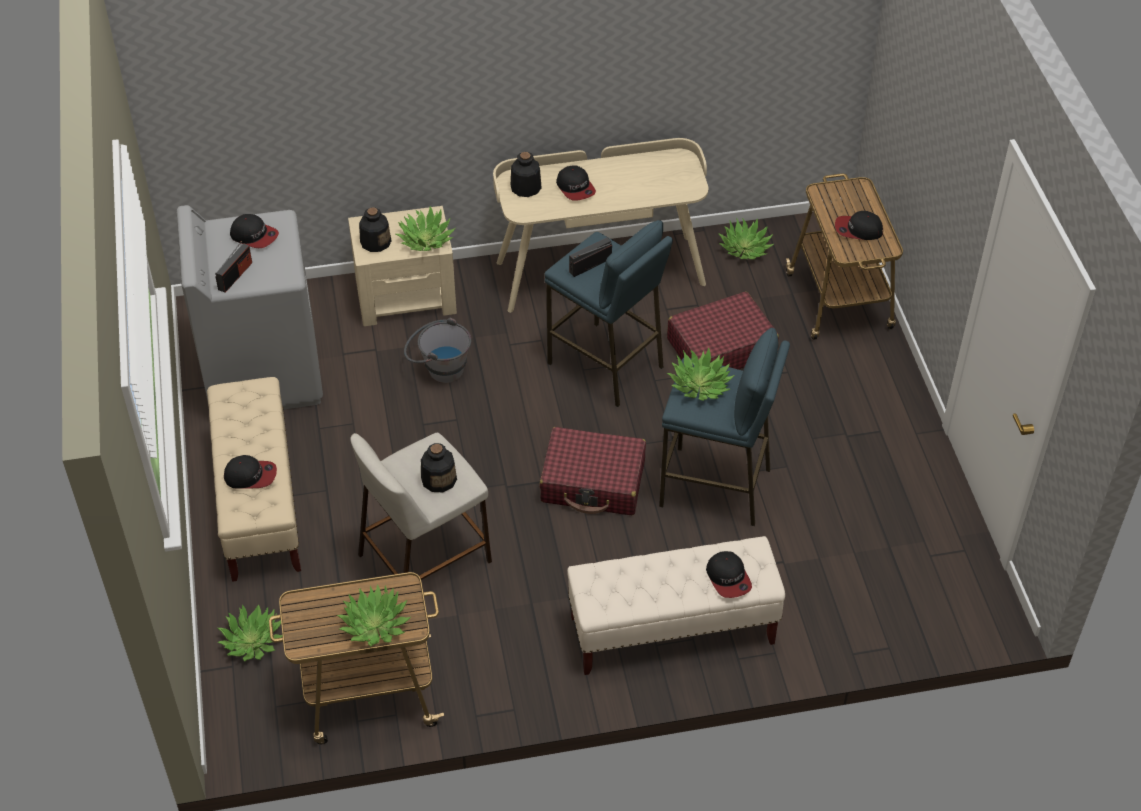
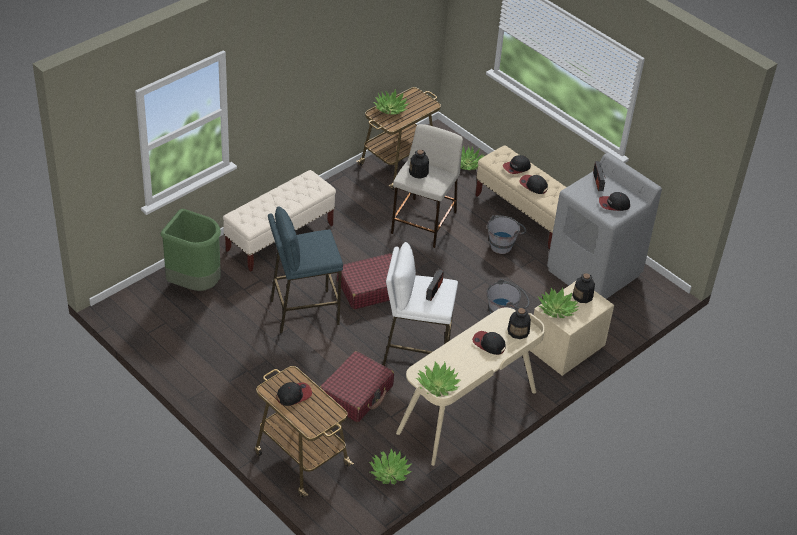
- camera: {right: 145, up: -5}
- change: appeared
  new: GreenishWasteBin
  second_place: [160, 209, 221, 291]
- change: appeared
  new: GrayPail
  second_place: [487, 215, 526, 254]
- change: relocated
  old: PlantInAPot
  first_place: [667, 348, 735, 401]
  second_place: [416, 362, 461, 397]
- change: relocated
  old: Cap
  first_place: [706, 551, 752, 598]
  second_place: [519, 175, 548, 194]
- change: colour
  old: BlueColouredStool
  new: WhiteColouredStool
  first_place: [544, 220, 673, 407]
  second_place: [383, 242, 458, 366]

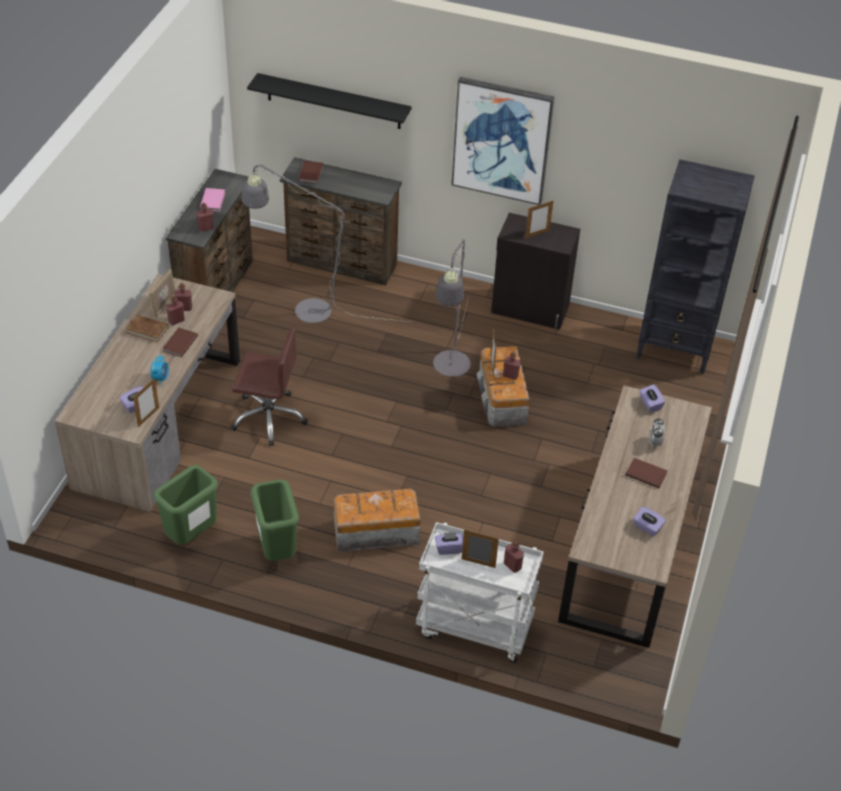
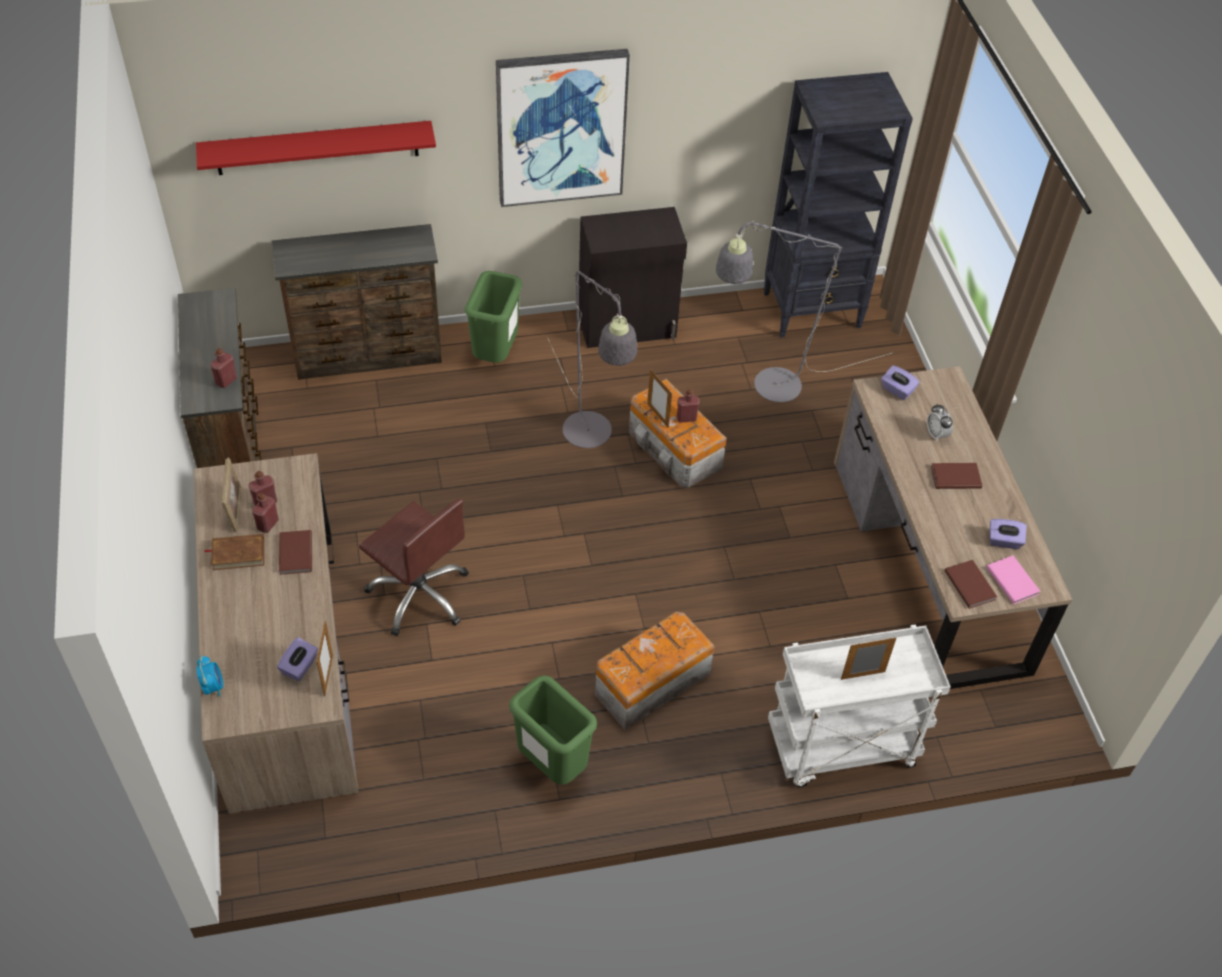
- camera: {right: -30, up: 5}
- change: missing
  old: PurpleBoxOfTissues
  first_place: [435, 532, 463, 555]
- change: missing
  old: ReddishBeverageBottle
  first_place: [504, 541, 524, 573]
- change: missing
  old: PictureFrame
  first_place: [525, 201, 553, 238]
- change: relocated
  old: AlarmClock
  first_place: [150, 355, 169, 385]
  second_place: [197, 655, 223, 697]
- change: relocated
  old: GreenishWasteBin
  first_place: [153, 465, 218, 545]
  second_place: [464, 271, 522, 363]
- change: relocated
  old: PinkishBoundBook
  first_place: [200, 188, 225, 211]
  second_place: [986, 555, 1040, 604]
- change: relocated
  old: GrayFloorLamp
  first_place: [242, 164, 409, 323]
  second_place: [716, 221, 892, 402]
- change: relocated
  old: BrownishBoundBook
  first_place: [298, 161, 323, 184]
  second_place: [944, 560, 997, 609]
- change: colour
  old: BlackColouredShelf
  new: ReddishShelf
  first_place: [247, 73, 412, 129]
  second_place: [196, 121, 436, 175]
- change: spun
  old: BrownishDeskChair
  first_place: [231, 326, 308, 446]
  second_place: [359, 498, 468, 636]
  degrees: 60

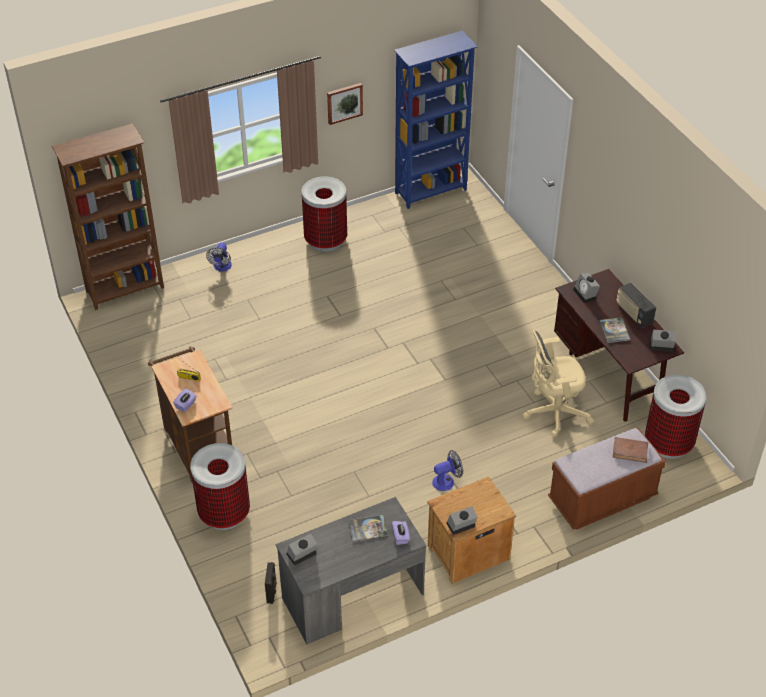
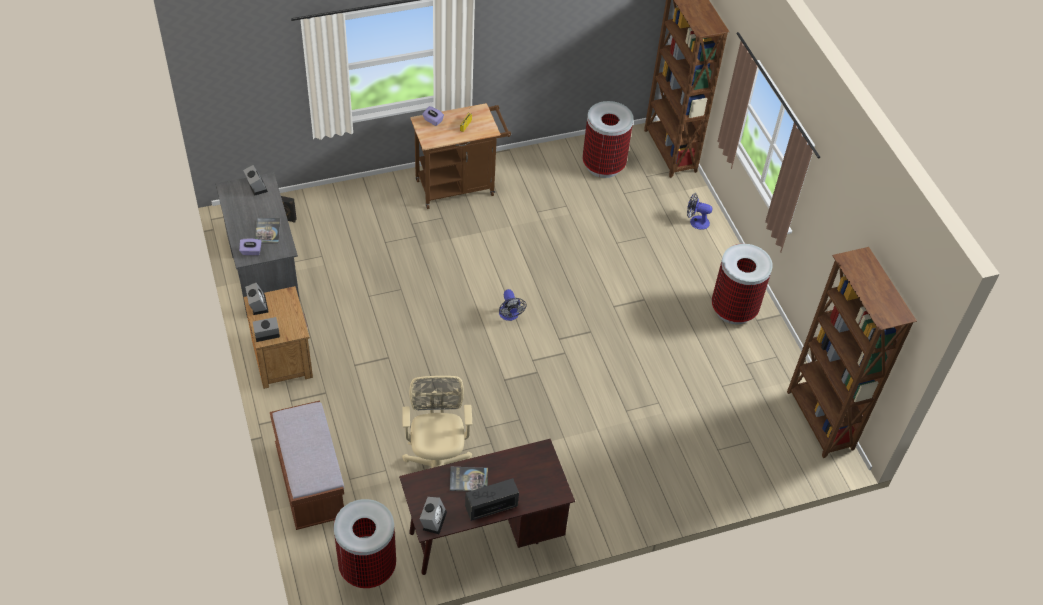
- camera: {right: 95, up: 5}
- change: missing
  old: Picture
  first_place: [327, 83, 363, 125]
- change: missing
  old: BrownishBoundBook
  first_place: [612, 437, 648, 463]
- change: relocated
  old: WasteBin
  first_place: [190, 443, 250, 530]
  second_place: [583, 101, 633, 178]
- change: relocated
  old: ElectricFan
  first_place: [432, 450, 463, 491]
  second_place: [499, 289, 527, 321]
- change: relocated
  old: AlarmClock
  first_place: [573, 273, 600, 303]
  second_place: [253, 317, 280, 342]
- change: colour
  old: BlueColouredShelvingUnit
  new: BrownishShelvingUnit
  first_place: [394, 31, 478, 209]
  second_place: [787, 247, 917, 458]

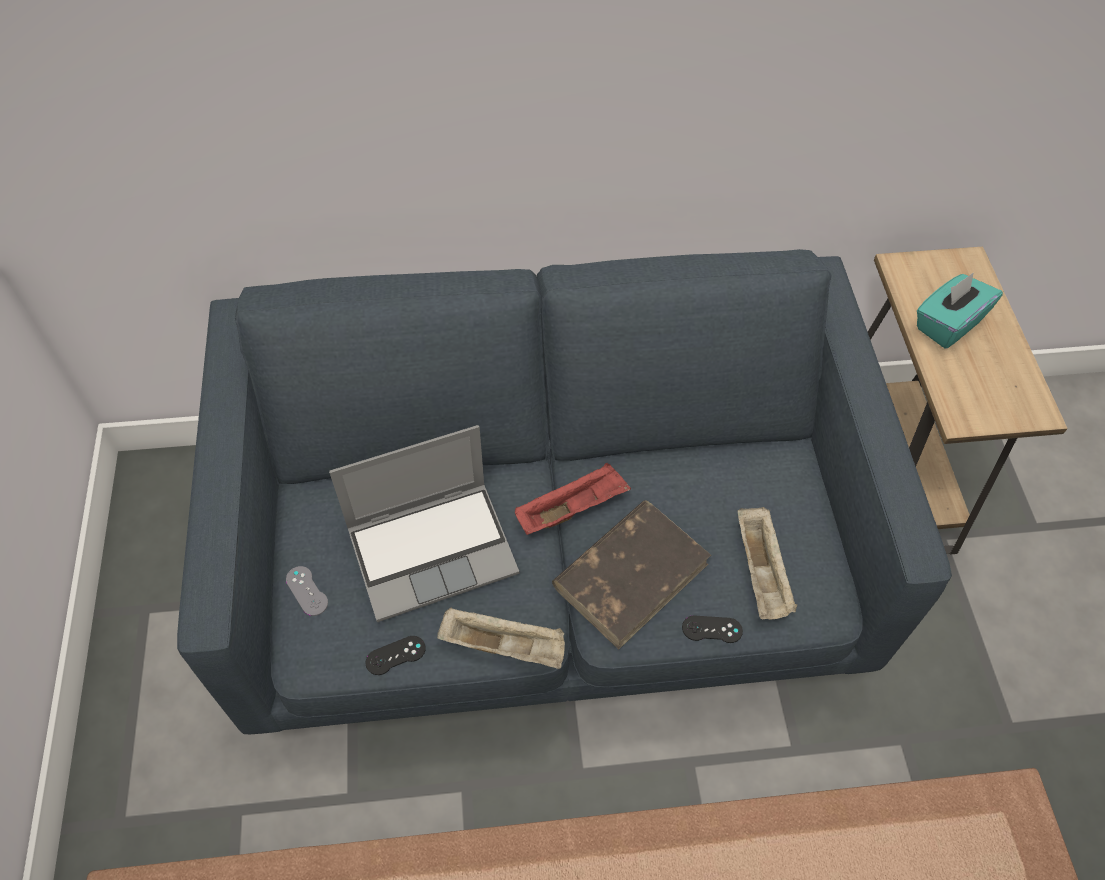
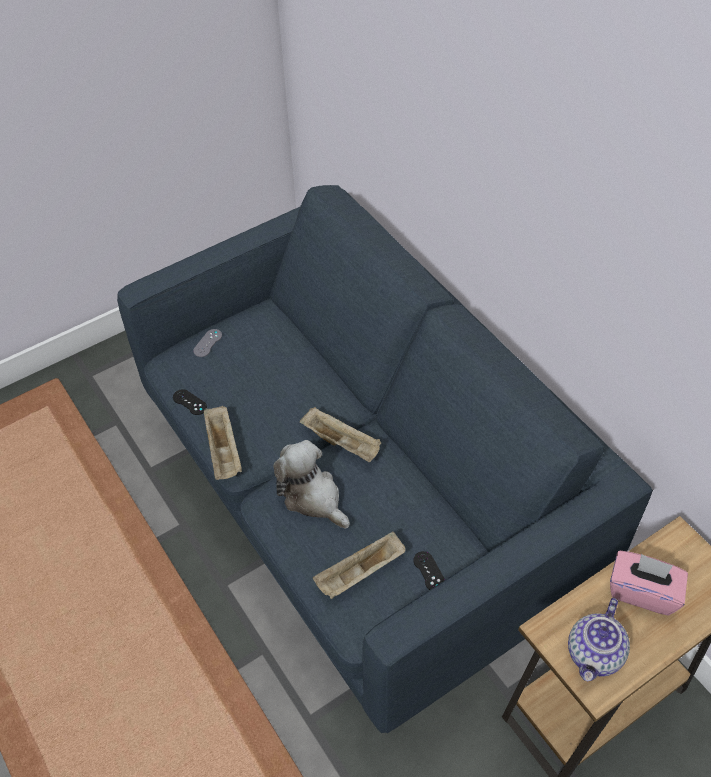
- camera: {right: 65, up: -5}
- change: missing
  old: NotebookComputer
  first_place: [329, 425, 519, 622]
- change: appeared
  new: Teapot
  second_place: [568, 598, 630, 682]
- change: relocated
  old: BlackColouredGamepad
  first_place: [682, 615, 743, 643]
  second_place: [413, 551, 445, 590]
- change: exchanged
  old: BrownishBoundBook
  new: SoftToy
  first_place: [552, 500, 711, 650]
  second_place: [273, 440, 350, 529]
- change: colour
  old: ReddishTray
  new: BeigeColouredTray
  first_place: [515, 463, 631, 535]
  second_place: [300, 407, 381, 462]
- change: colour
  old: BlueGreenBoxOfTissues
  new: PinkishBoxOfTissues
  first_place: [917, 272, 1003, 349]
  second_place: [610, 551, 688, 616]

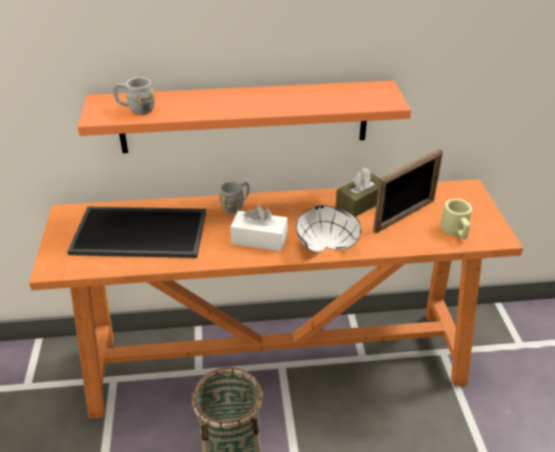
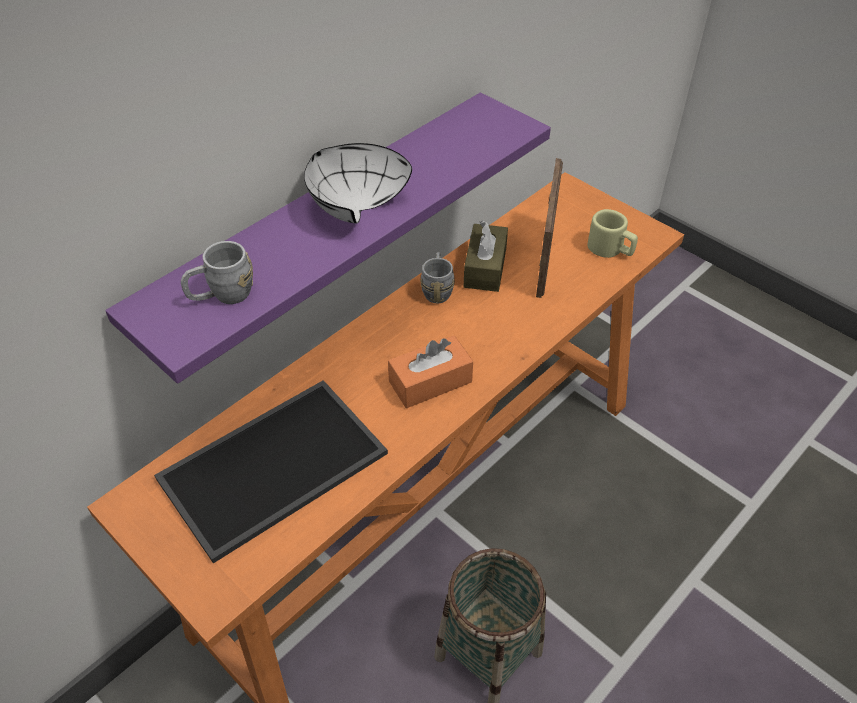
- camera: {right: -40, up: 10}
- change: relocated
  old: GrayMug
  first_place: [219, 182, 249, 214]
  second_place: [420, 252, 455, 303]
- change: relocated
  old: WhiteColouredServingBowl
  first_place: [296, 205, 361, 253]
  second_place: [304, 143, 412, 224]
- change: colour
  old: OrangeColouredShelf
  new: PurpleShelf
  first_place: [77, 80, 411, 153]
  second_place: [105, 92, 551, 384]
- change: colour
  old: WhiteColouredBoxOfTissues
  new: OrangeColouredBoxOfTissues
  first_place: [230, 205, 288, 251]
  second_place: [388, 336, 473, 408]

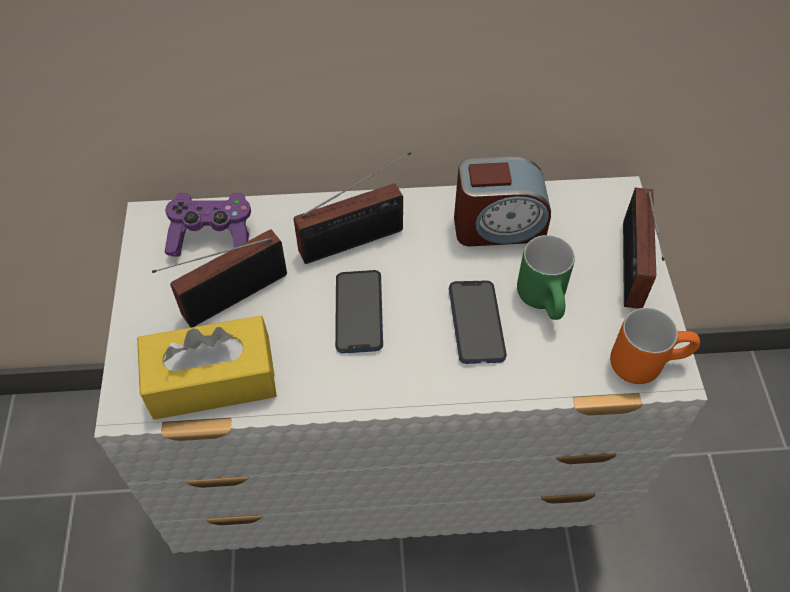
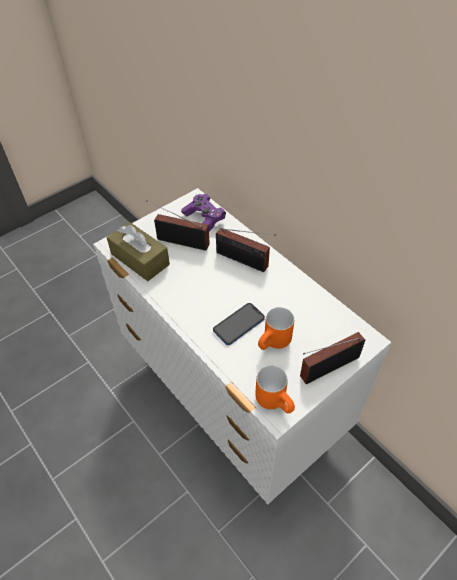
- camera: {right: 55, up: -5}
- change: missing
  old: Handset
  first_place: [335, 270, 383, 354]
- change: missing
  old: AlarmClock
  first_place: [454, 156, 551, 246]
- change: colour
  old: YellowBoxOfTissues
  new: BrownishBoxOfTissues
  first_place: [137, 316, 277, 420]
  second_place: [107, 222, 170, 281]
- change: colour
  old: GreenishMug
  new: OrangeColouredMug
  first_place: [517, 235, 575, 320]
  second_place: [258, 307, 294, 350]

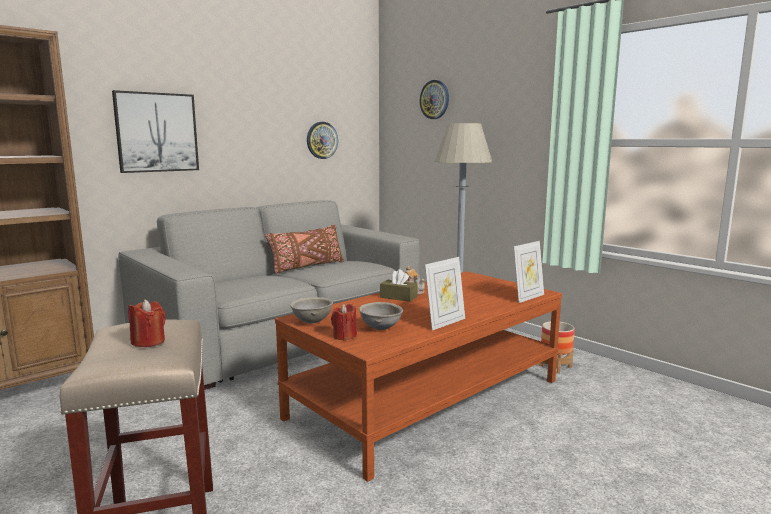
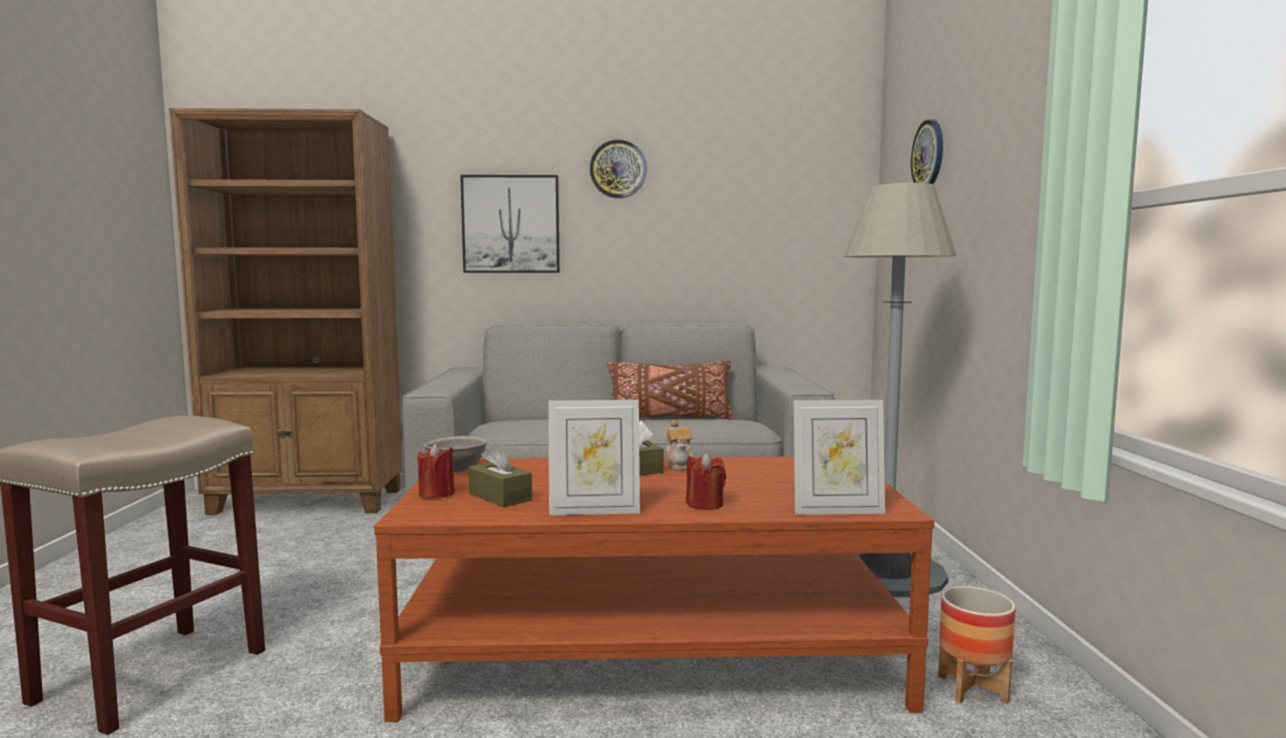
- camera: {right: 40, up: -5}
- change: relocated
  old: ReddishWaxCandle
  first_place: [128, 299, 166, 347]
  second_place: [686, 452, 726, 510]
- change: relocated
  old: ClockOnTheWall
  first_place: [307, 122, 338, 159]
  second_place: [590, 140, 647, 198]
- change: exchanged
  old: GrayServingBowl
  new: BrownishBoxOfTissues
  first_place: [359, 302, 403, 330]
  second_place: [468, 443, 532, 507]

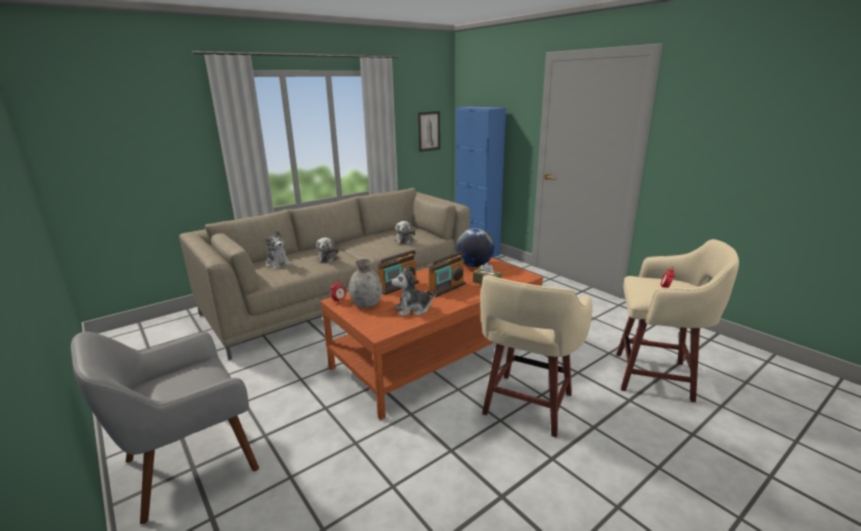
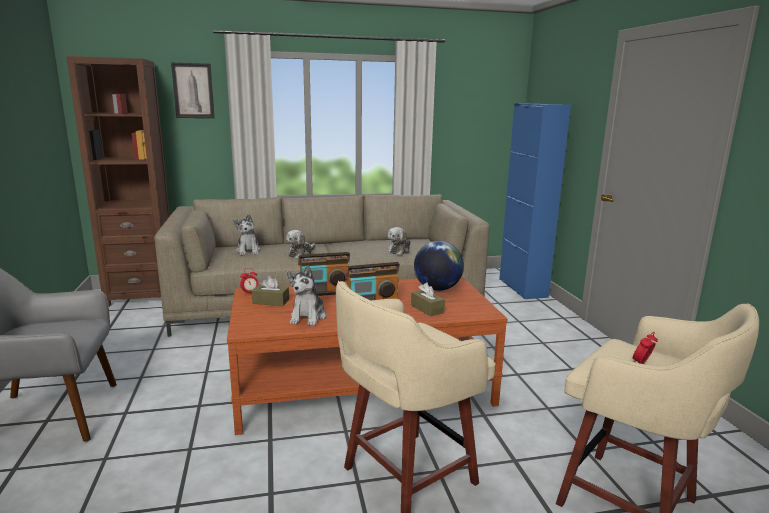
- camera: {right: 25, up: -5}
- change: appeared
  new: BrownishShelvingUnit
  second_place: [66, 56, 170, 307]
- change: relocated
  old: Picture
  first_place: [418, 111, 440, 152]
  second_place: [171, 63, 215, 118]
- change: exchanged
  old: GrayDecorativeVase
  new: BrownishBoxOfTissues
  first_place: [349, 259, 382, 308]
  second_place: [252, 276, 289, 306]
- change: spun
  old: SoftToy
  first_place: [391, 268, 436, 316]
  second_place: [287, 266, 326, 326]
  degrees: -90

